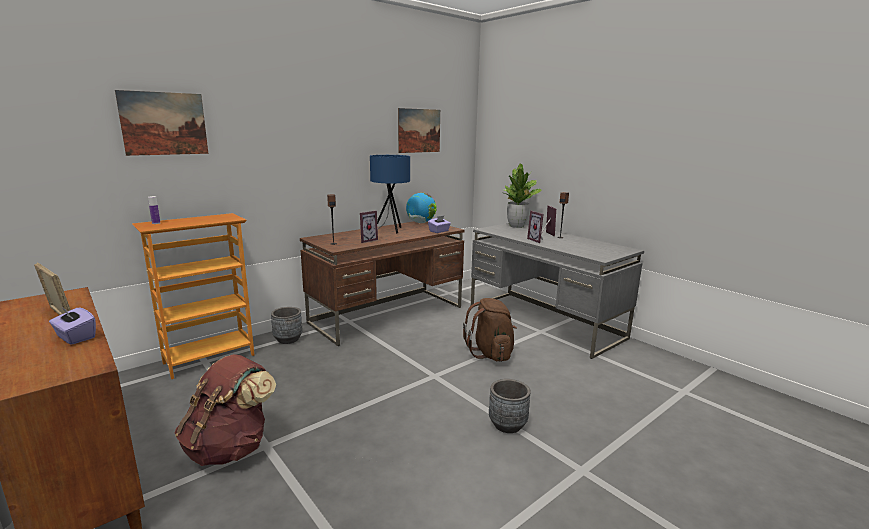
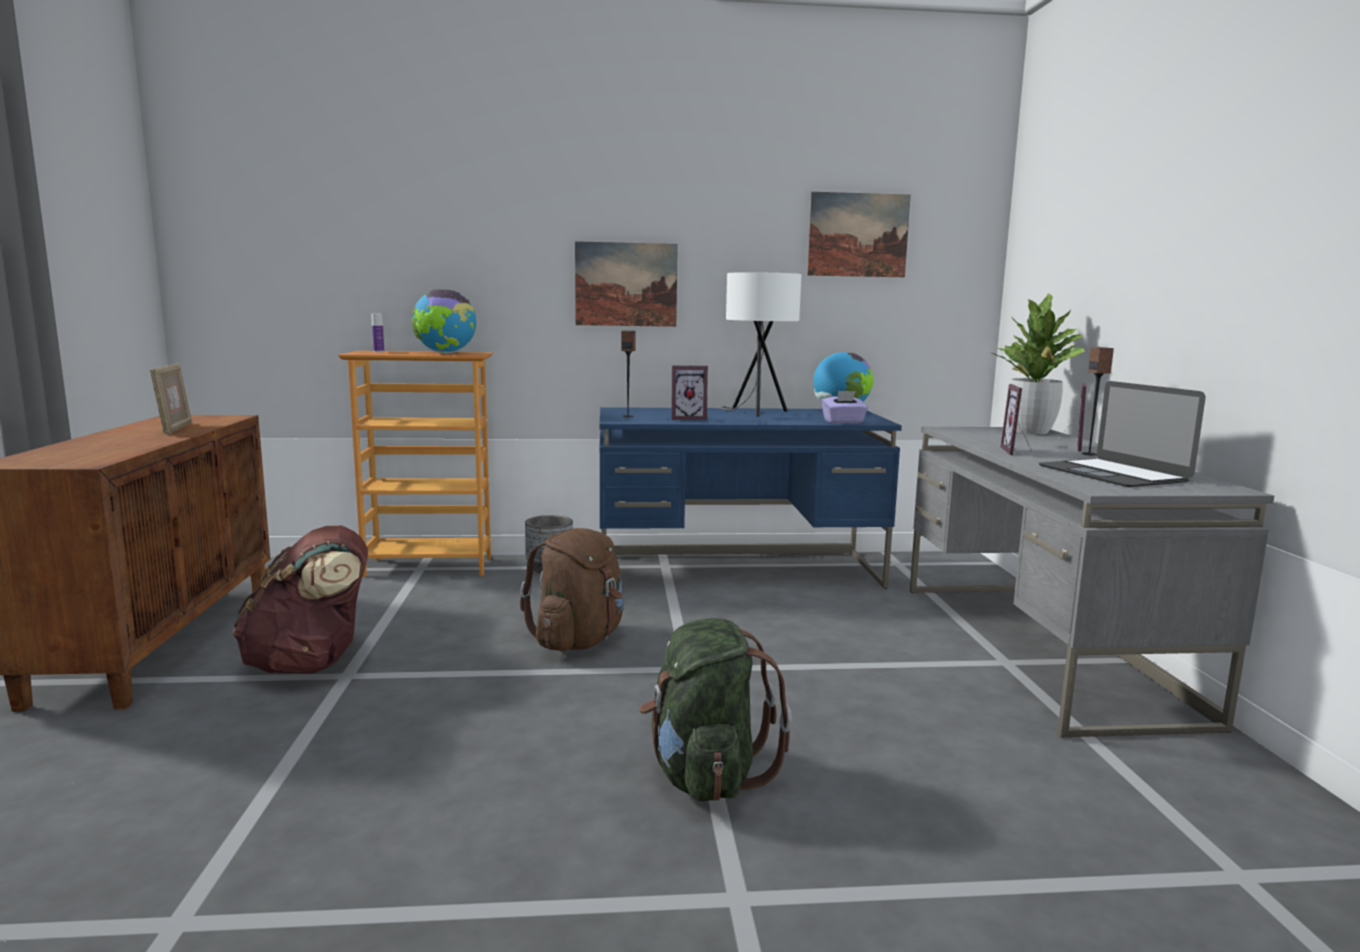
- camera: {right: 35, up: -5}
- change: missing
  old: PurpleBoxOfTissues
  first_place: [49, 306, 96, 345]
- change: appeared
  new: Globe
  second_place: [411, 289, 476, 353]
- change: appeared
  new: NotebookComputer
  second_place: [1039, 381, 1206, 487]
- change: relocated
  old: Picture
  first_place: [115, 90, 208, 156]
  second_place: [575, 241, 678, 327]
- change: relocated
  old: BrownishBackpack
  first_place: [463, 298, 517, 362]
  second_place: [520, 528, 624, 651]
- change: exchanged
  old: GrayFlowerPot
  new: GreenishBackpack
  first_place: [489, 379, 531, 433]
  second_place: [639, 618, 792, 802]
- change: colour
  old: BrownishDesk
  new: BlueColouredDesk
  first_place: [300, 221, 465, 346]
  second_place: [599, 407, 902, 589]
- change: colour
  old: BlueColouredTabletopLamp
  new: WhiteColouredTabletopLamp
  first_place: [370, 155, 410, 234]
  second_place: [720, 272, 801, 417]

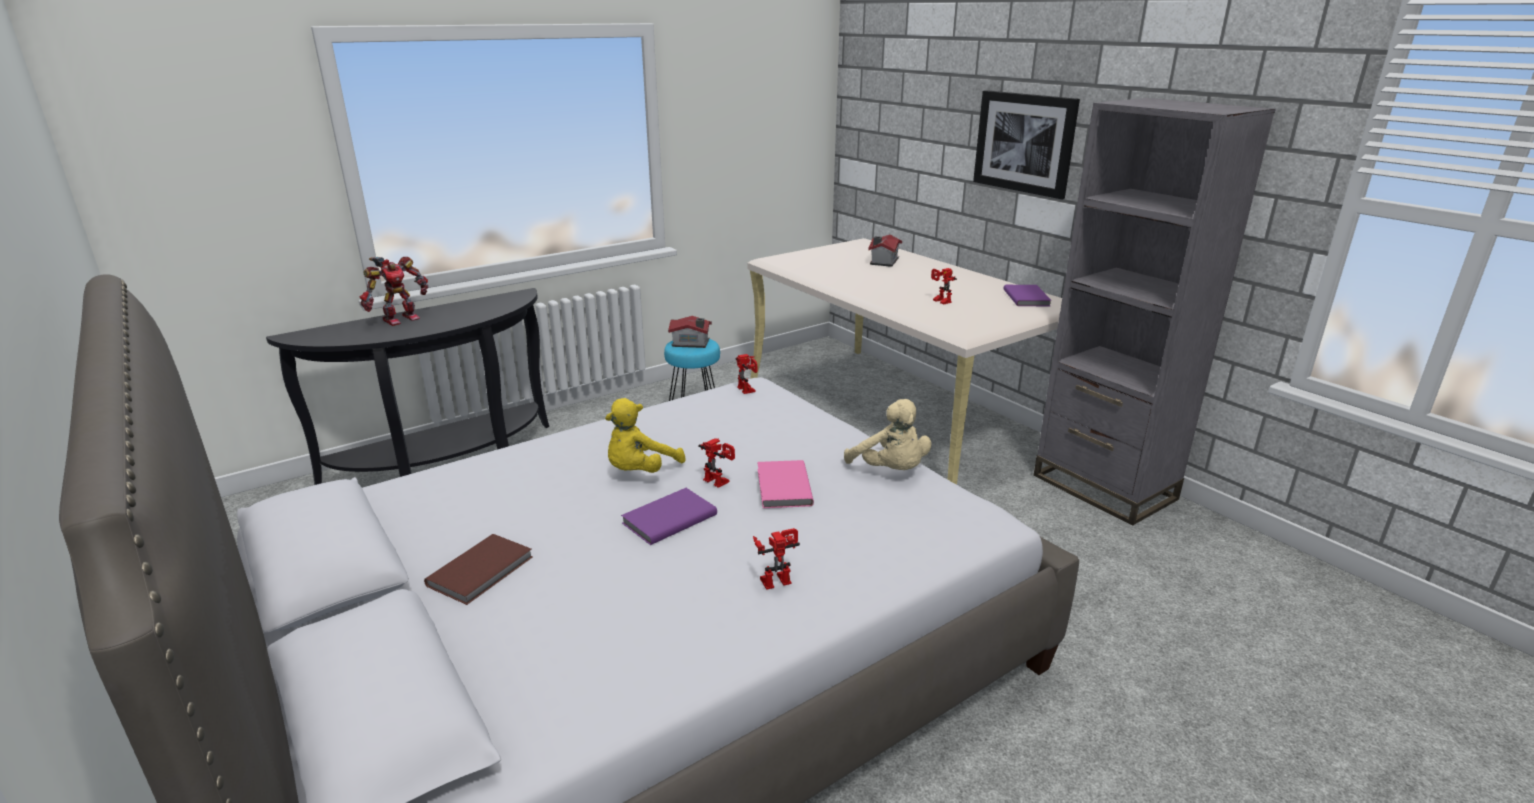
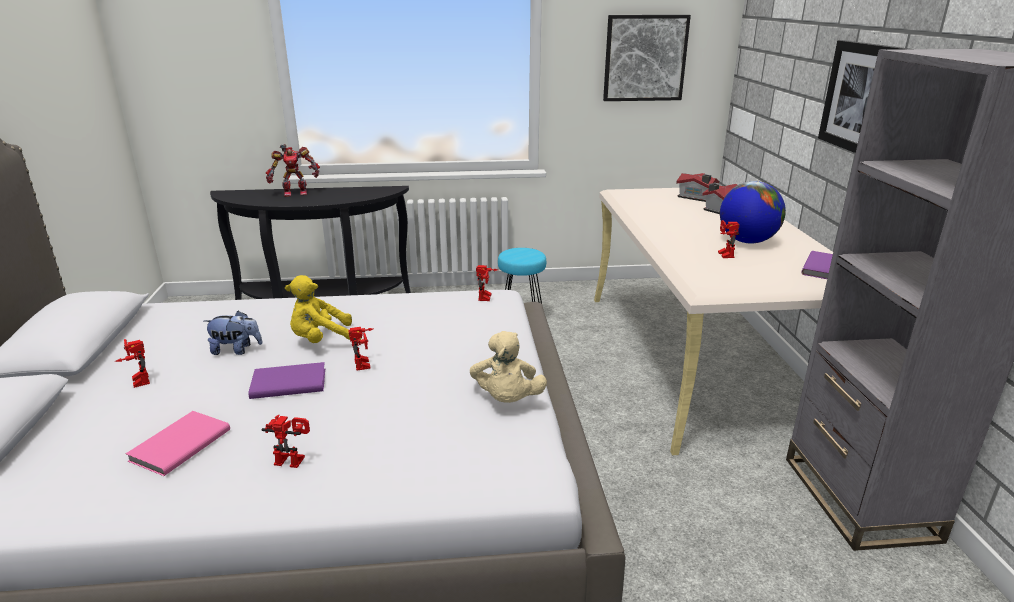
- camera: {right: 30, up: 0}
- change: appeared
  new: SoftToy
  second_place: [204, 311, 262, 355]
- change: appeared
  new: Picture
  second_place: [603, 15, 691, 101]
- change: appeared
  new: Globe
  second_place: [720, 181, 786, 243]
- change: relocated
  old: ModelHouse
  first_place: [668, 316, 712, 348]
  second_place: [676, 173, 719, 202]
- change: relocated
  old: PinkishBoundBook
  first_place: [757, 460, 814, 508]
  second_place: [126, 411, 230, 476]
- change: exchanged
  old: BrownishBoundBook
  new: RobotFigure
  first_place: [424, 534, 533, 605]
  second_place: [115, 339, 150, 388]

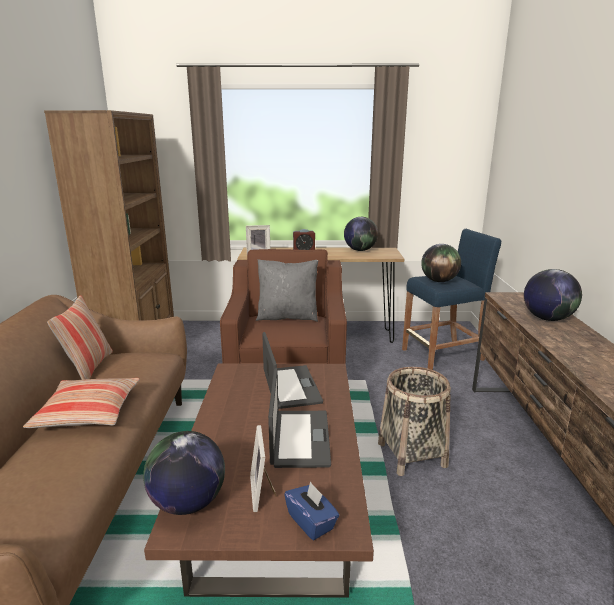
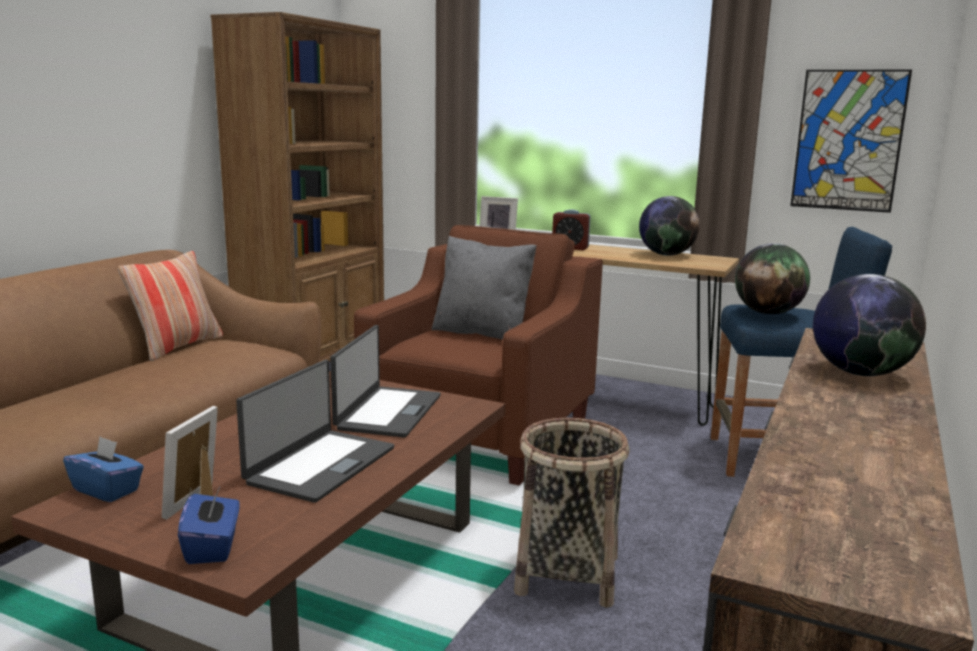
- camera: {right: 25, up: -5}
- change: missing
  old: Cushion
  first_place: [23, 378, 140, 428]
- change: appeared
  new: Picture
  second_place: [790, 70, 912, 213]
- change: exchanged
  old: Globe
  new: BlueColouredBoxOfTissues
  first_place: [143, 431, 225, 515]
  second_place: [63, 436, 144, 502]

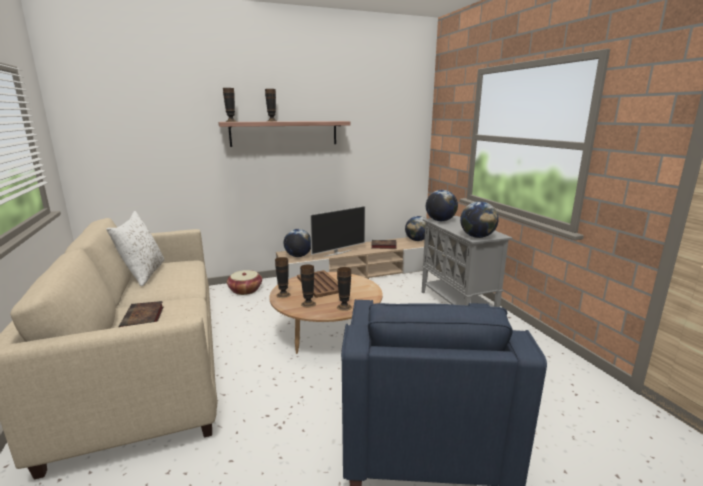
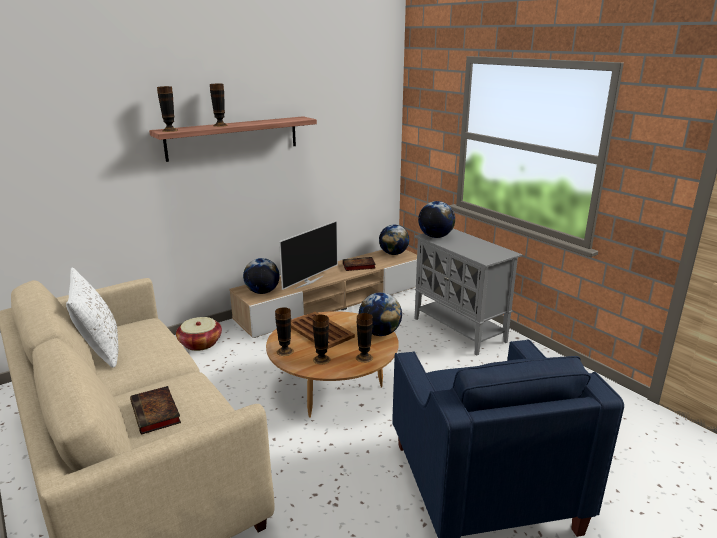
- camera: {right: -15, up: 5}
- change: relocated
  old: Globe
  first_place: [460, 201, 499, 238]
  second_place: [359, 292, 402, 336]

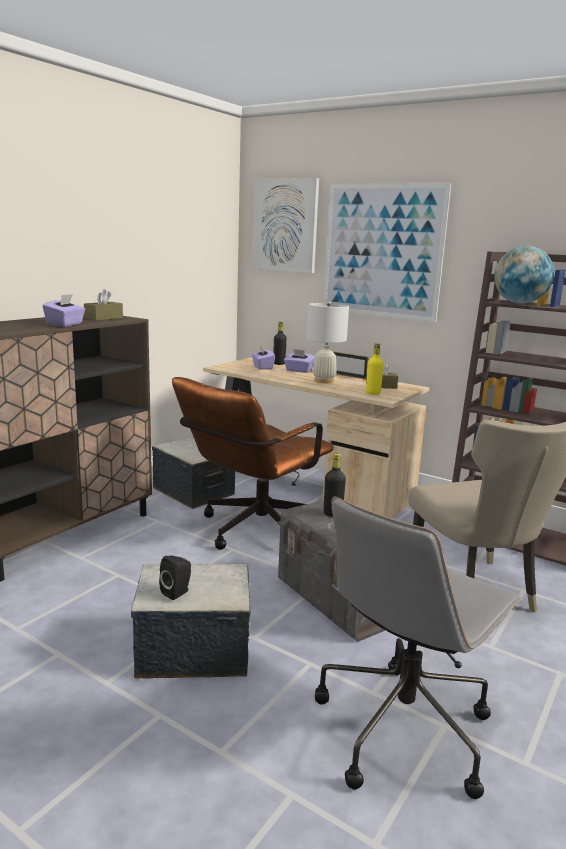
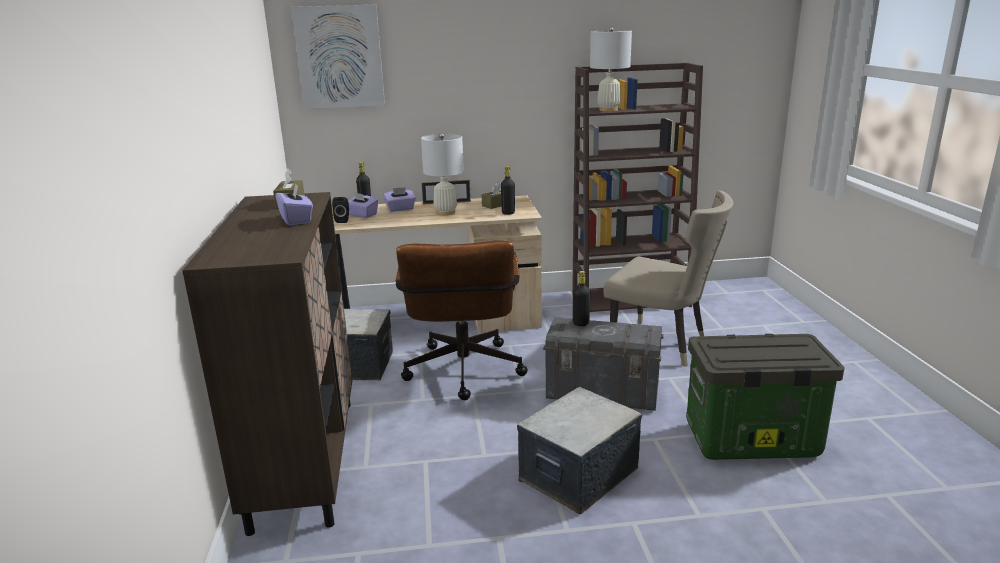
- camera: {right: -40, up: 5}
- change: missing
  old: Picture
  first_place: [323, 183, 451, 322]
- change: relocated
  old: BlackColouredAudioSpeaker
  first_place: [159, 556, 191, 600]
  second_place: [332, 197, 349, 223]
- change: exchanged
  old: GrayDeskChair
  new: StorageBin
  first_place: [315, 496, 523, 799]
  second_place: [687, 334, 845, 460]
- change: exchanged
  old: Globe
  new: WhiteColouredTabletopLamp
  first_place: [494, 246, 554, 304]
  second_place: [590, 27, 632, 112]
- change: colour
  old: YellowBeverageBottle
  new: BlackColouredBeverageBottle
  first_place: [366, 343, 384, 395]
  second_place: [501, 166, 515, 215]

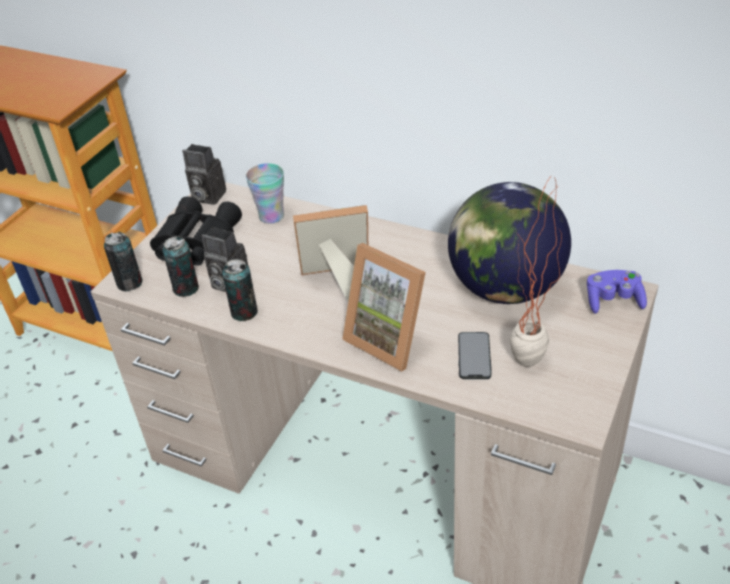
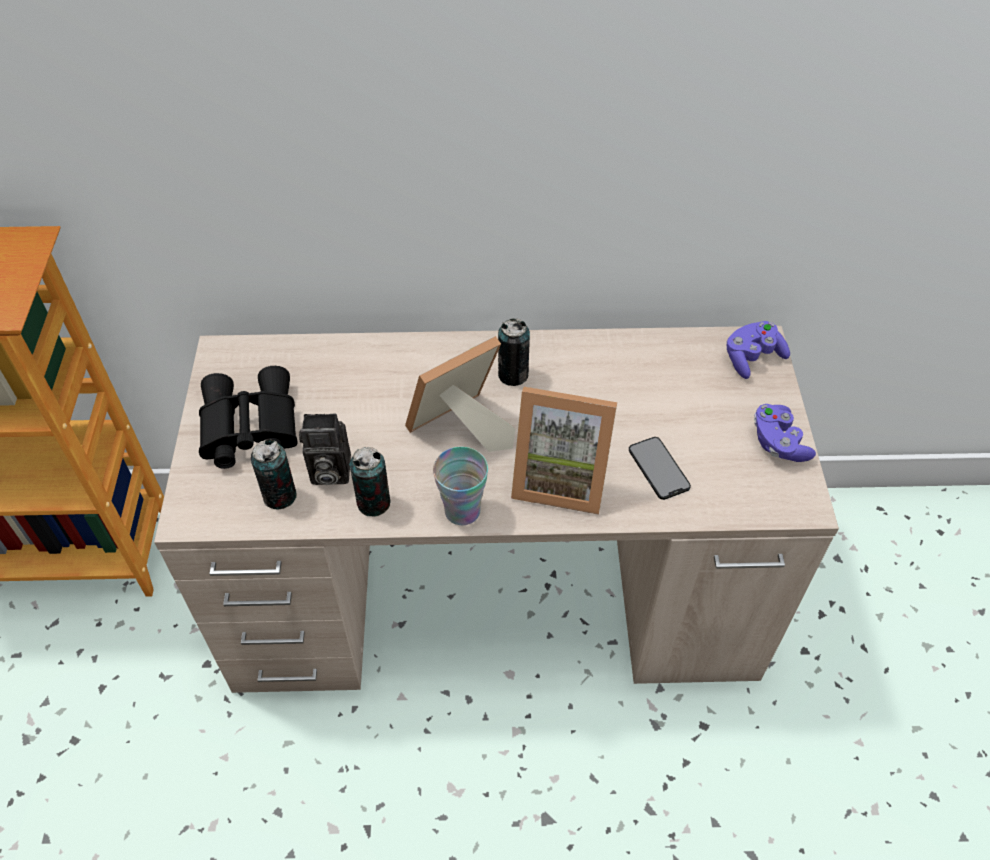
- camera: {right: -30, up: 10}
- change: missing
  old: StillCamera
  first_place: [183, 144, 226, 205]
- change: missing
  old: Globe
  first_place: [448, 182, 571, 304]
- change: missing
  old: PlantInAPot
  first_place: [510, 177, 562, 367]
- change: appeared
  new: PurpleGamepad
  second_place: [754, 404, 816, 462]
- change: relocated
  old: Can
  first_place: [104, 232, 142, 291]
  second_place: [498, 318, 530, 386]
- change: relocated
  old: Cup
  first_place: [246, 163, 284, 224]
  second_place: [433, 447, 488, 525]

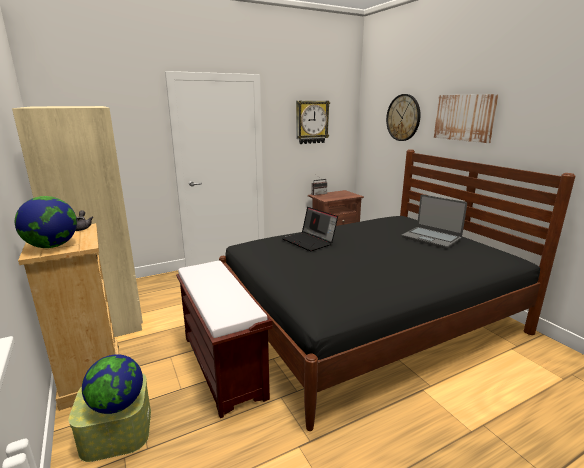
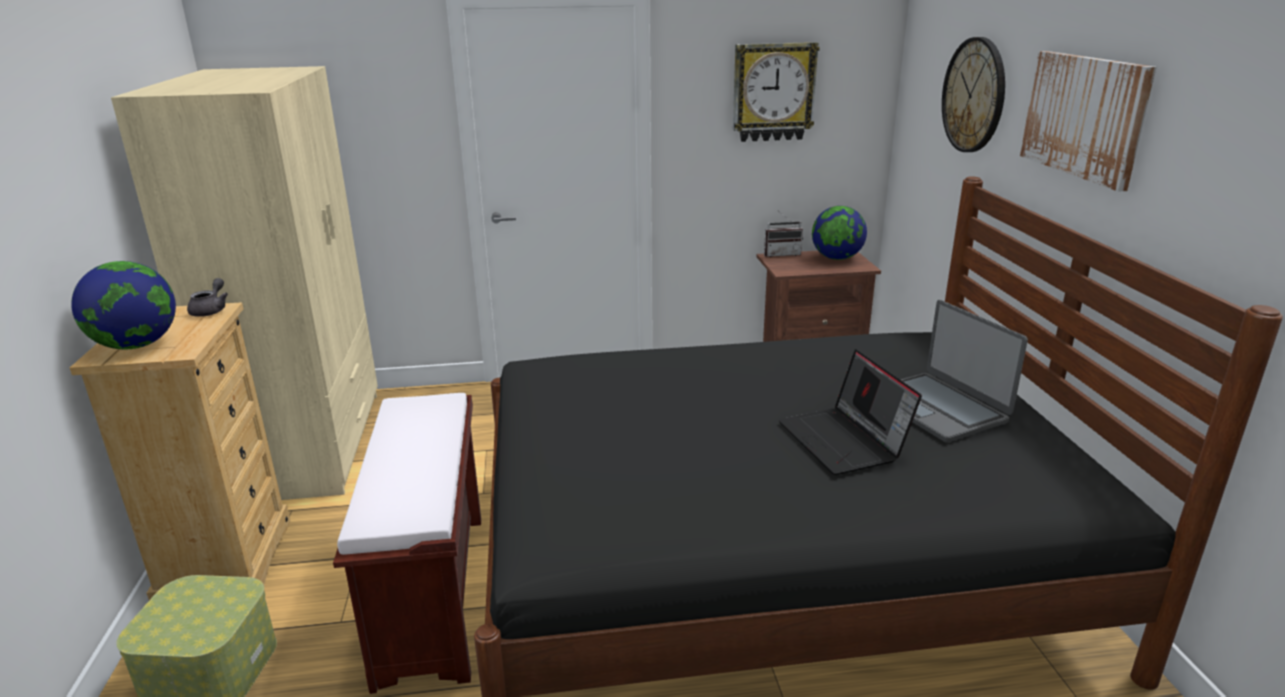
- camera: {right: 20, up: 5}
- change: relocated
  old: Globe
  first_place: [82, 354, 143, 414]
  second_place: [812, 206, 867, 260]
- change: relocated
  old: NotebookComputer
  first_place: [282, 207, 338, 251]
  second_place: [779, 349, 922, 475]

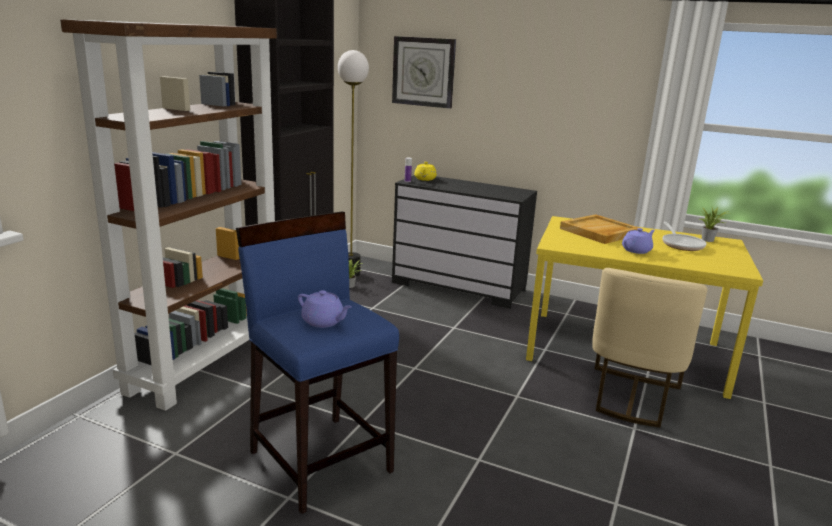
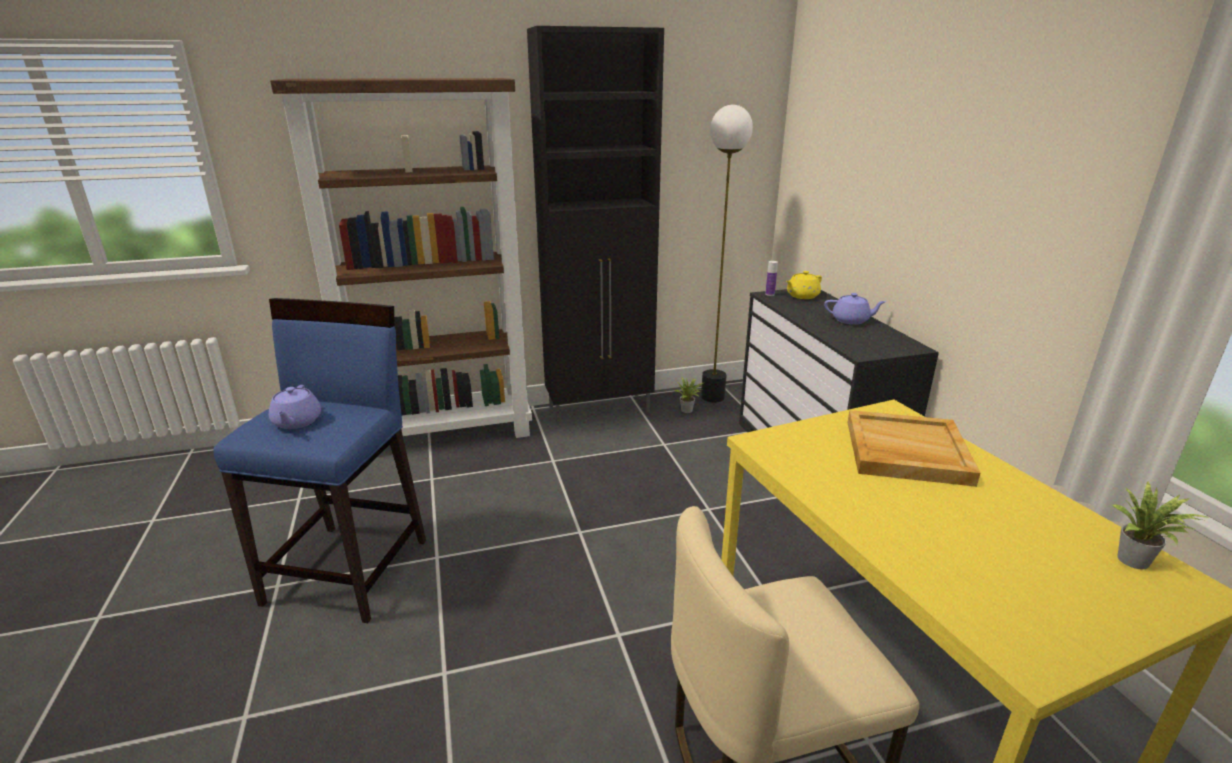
- camera: {right: 50, up: 5}
- change: missing
  old: ClockOnTheWall
  first_place: [392, 36, 456, 109]
- change: missing
  old: Skillet
  first_place: [662, 222, 707, 251]
- change: relocated
  old: PurpleTeapot
  first_place: [622, 228, 655, 254]
  second_place: [824, 293, 886, 325]

